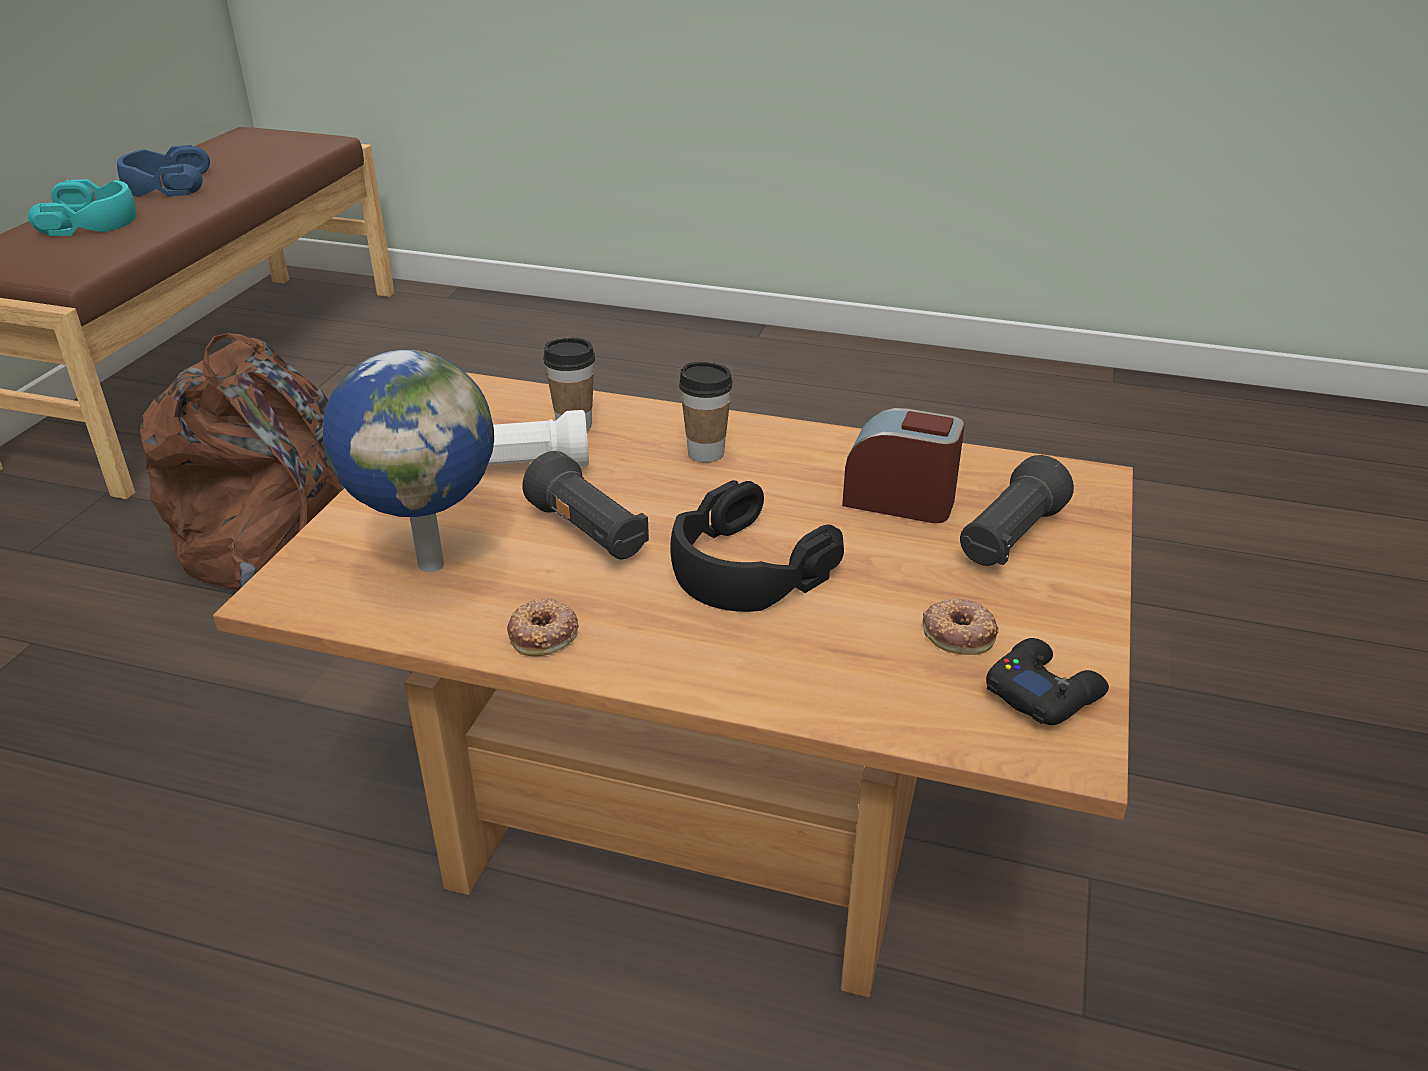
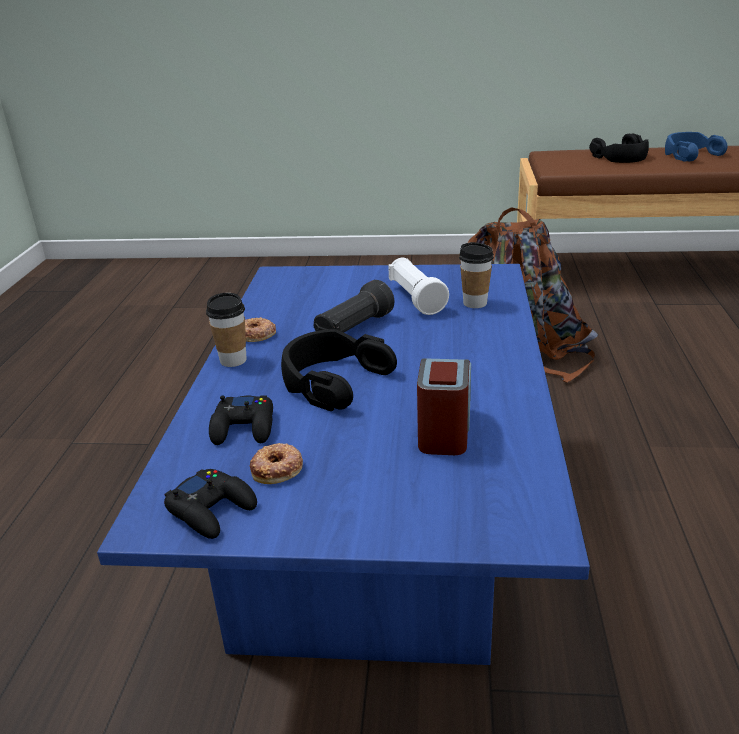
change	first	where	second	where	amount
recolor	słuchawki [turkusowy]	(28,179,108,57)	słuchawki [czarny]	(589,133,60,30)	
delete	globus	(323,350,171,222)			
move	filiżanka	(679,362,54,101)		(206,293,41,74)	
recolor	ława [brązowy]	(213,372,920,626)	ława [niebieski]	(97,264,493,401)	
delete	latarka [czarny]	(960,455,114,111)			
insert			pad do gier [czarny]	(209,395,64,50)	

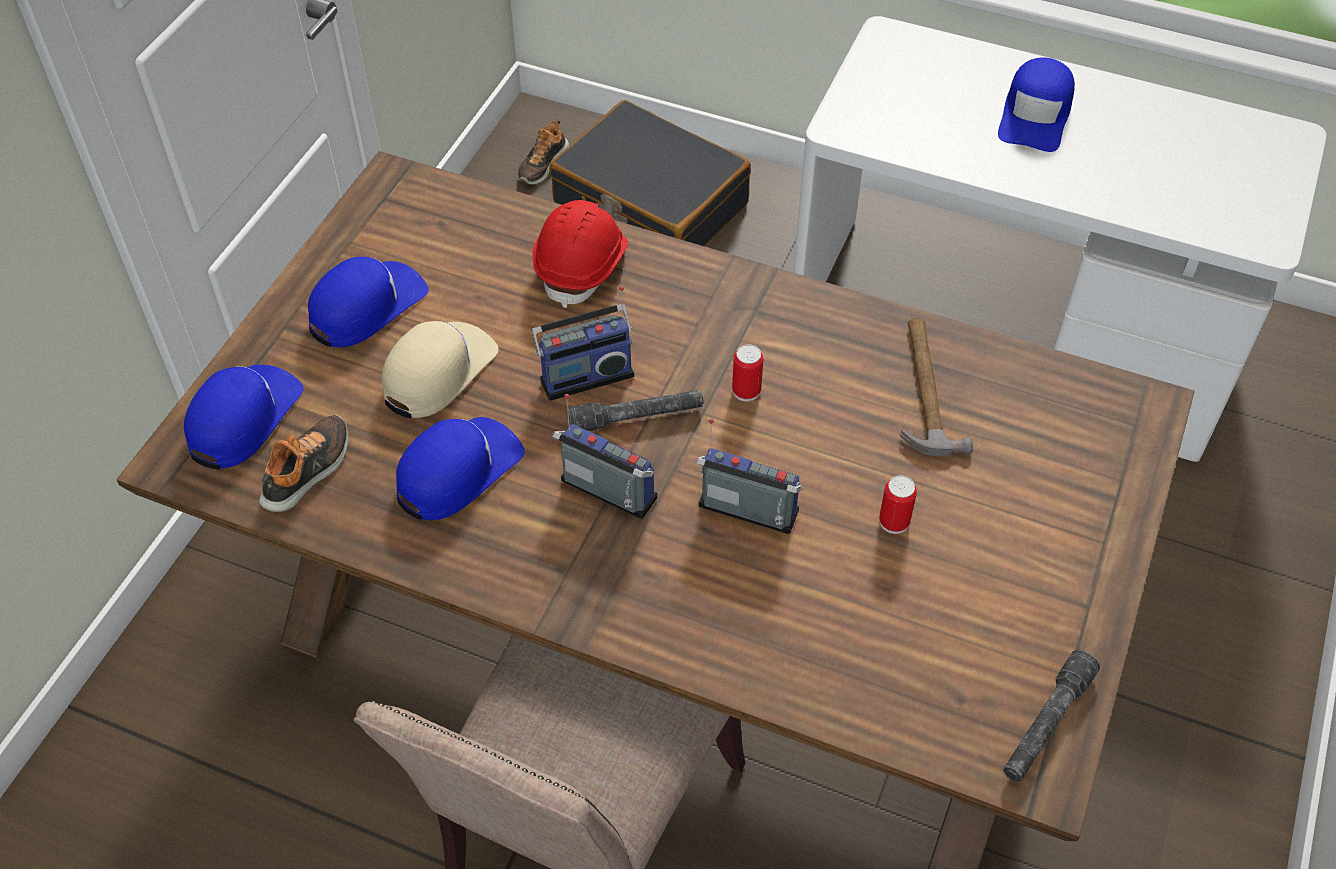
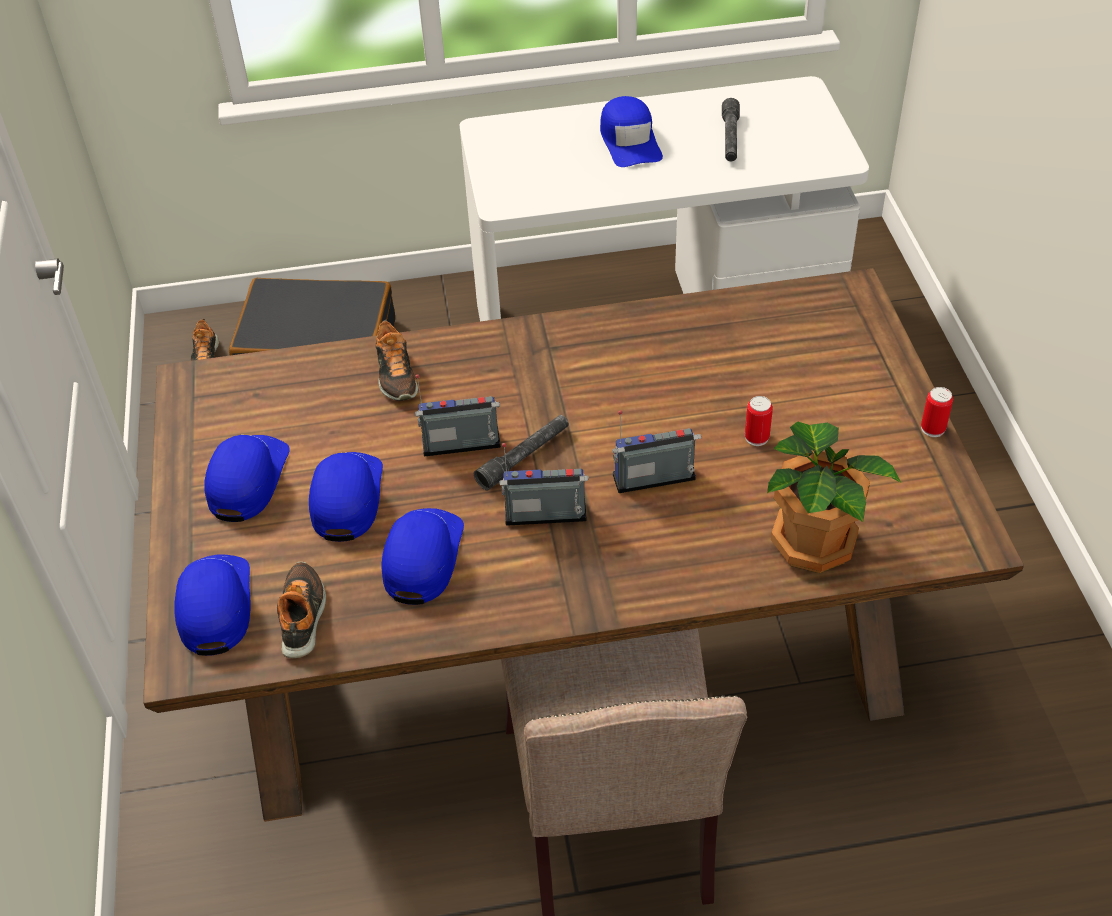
change	first	where	second	where	amount
replace	kask [czerwony]	(532,200,96,108)	but	(375,320,43,81)	
rotate	radio	(532,286,102,115)		(415,374,86,82)	135 degrees counterclockwise
delete	młotek	(900,318,73,138)			
recolor	czapka z daszkiem [beżowy]	(382,321,117,97)	czapka z daszkiem [niebieski]	(309,452,74,90)	
move	puszka	(732,344,31,58)		(921,387,32,50)	
move	latarka [szary]	(1003,650,97,132)		(722,98,18,63)	
insert			roślina doniczkowa	(767,421,134,152)	

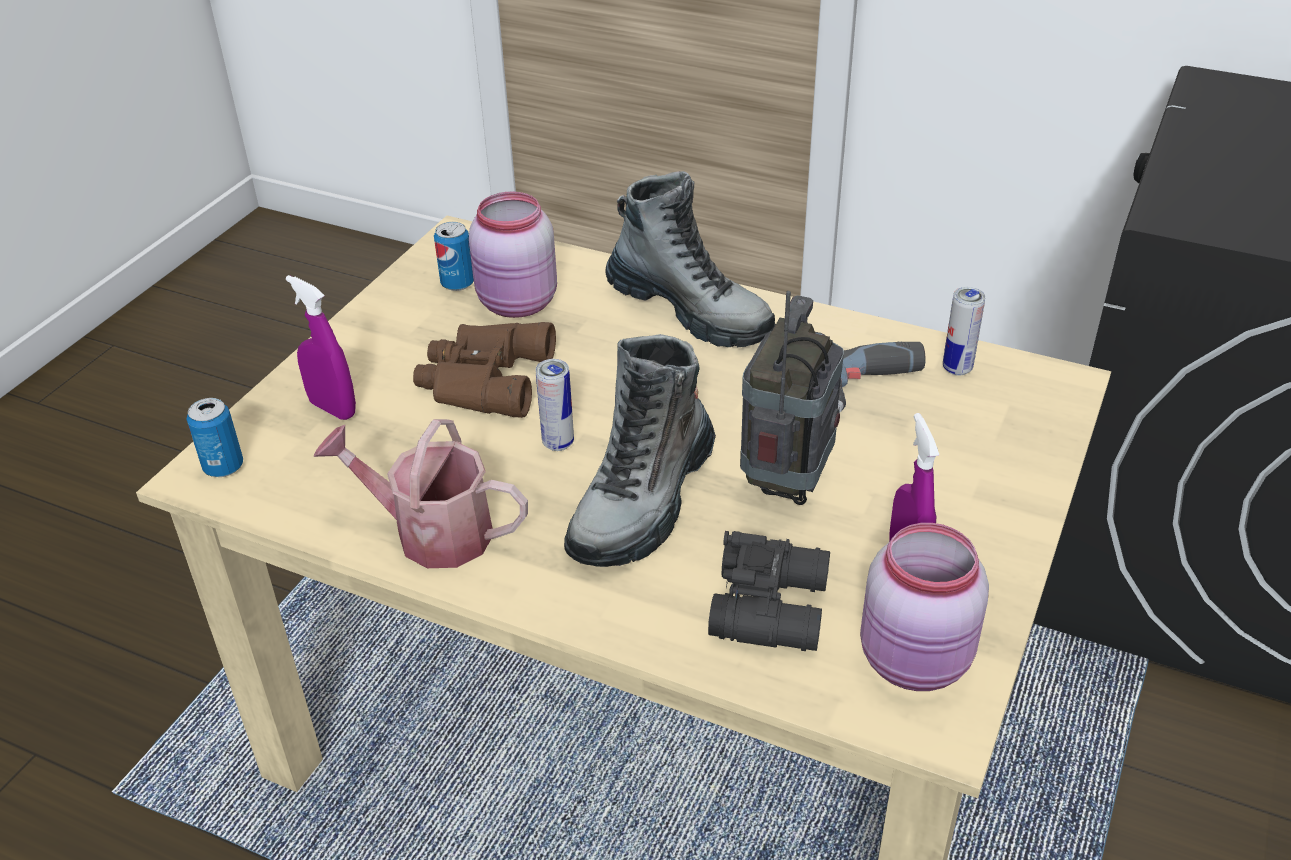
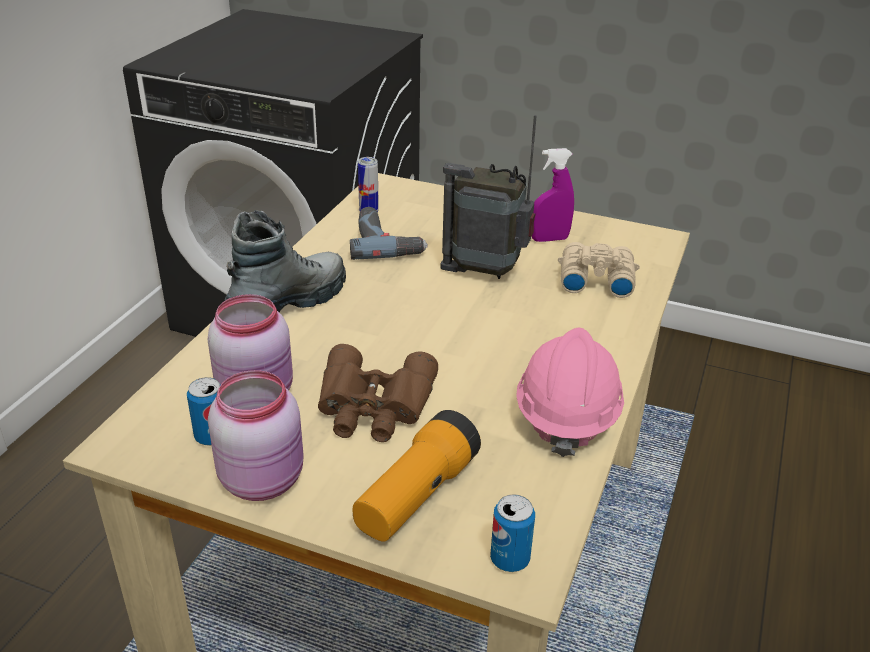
change	first	where	second	where	amount
replace	spryskiwacz [fioletowy]	(286,275,70,145)	latarka	(353,410,128,131)	
delete	but z cholewką	(564,334,152,233)			
delete	puszka	(536,359,38,92)			
replace	konewka	(313,419,215,149)	kask [różowy]	(516,327,108,130)	
move	słoik [różowy]	(860,523,129,168)		(208,370,96,131)	
recolor	lornetka [czarny]	(708,531,122,120)	lornetka [beżowy]	(558,242,82,56)	

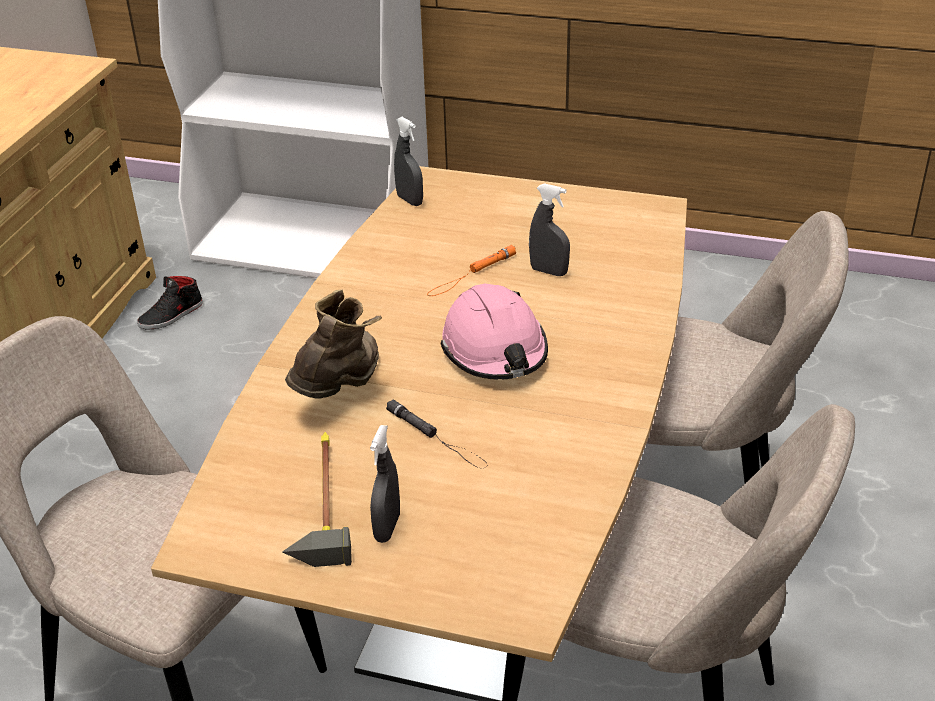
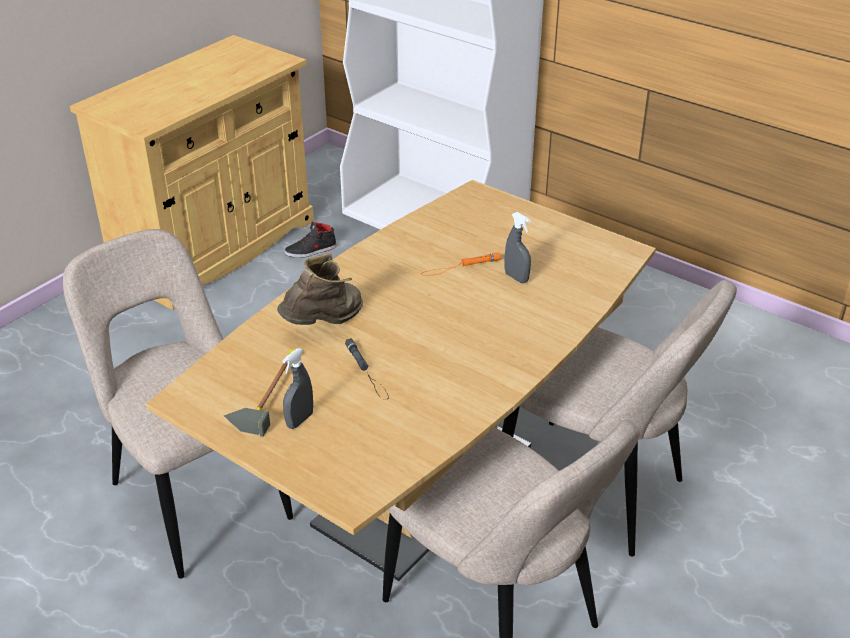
change	first	where	second	where	amount
delete	spryskiwacz [szary]	(394,117,29,89)			
delete	kask [różowy]	(441,284,107,96)			

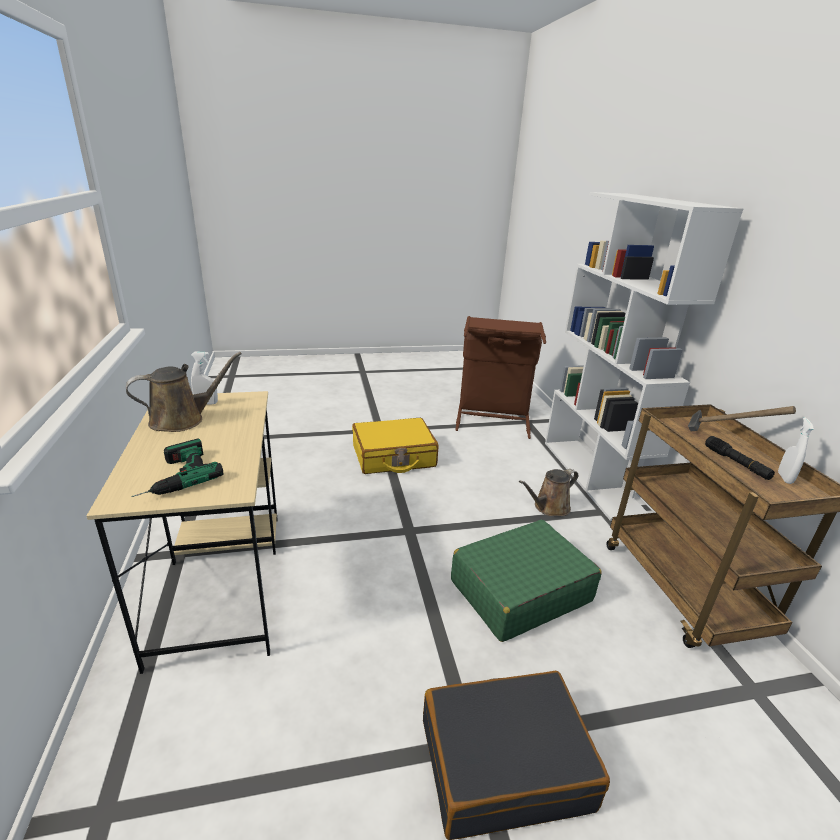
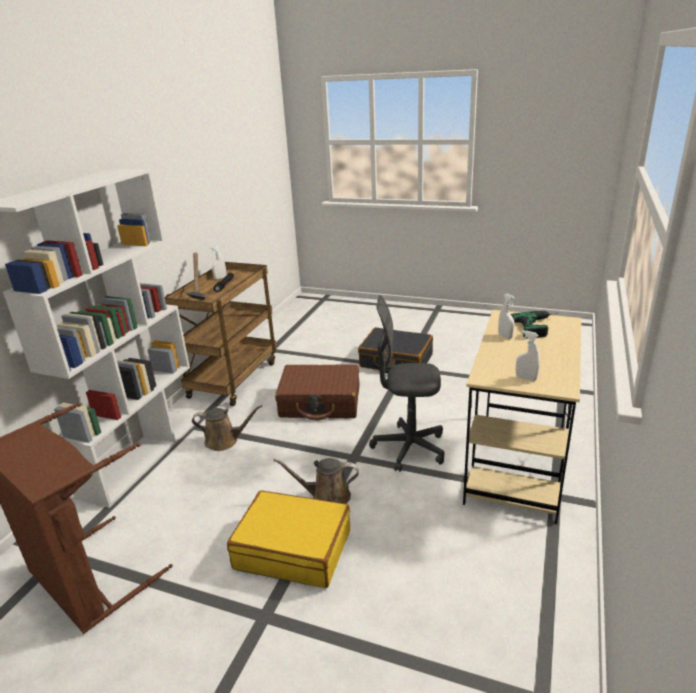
change	first	where	second	where	amount
move	konewka [brązowy]	(126,352,116,80)		(273,458,86,46)	
recolor	walizka [zielony]	(451,520,151,122)	walizka [brązowy]	(275,364,84,57)	
insert			spryskiwacz [biały]	(498,294,17,45)	
insert			krzesło biurowe [szary]	(369,295,76,177)	

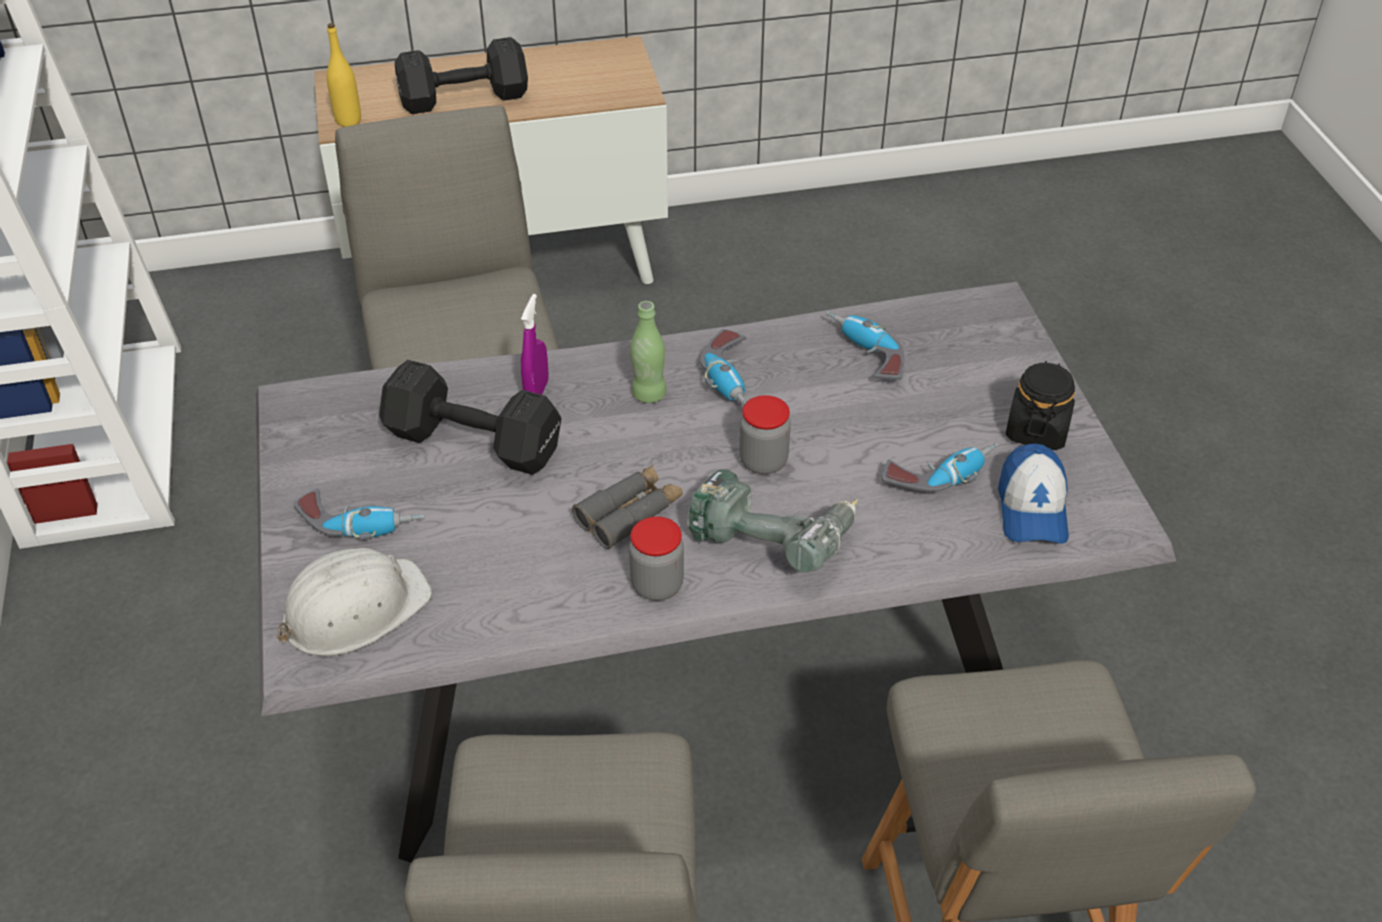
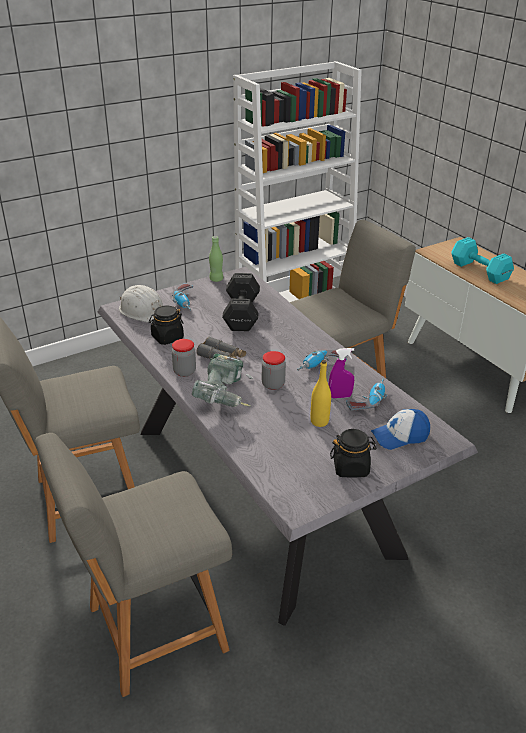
change	first	where	second	where	amount
move	butelka [żółty]	(327,23,34,104)		(311,360,20,67)	
recolor	hantel [czarny]	(395,37,133,77)	hantel [turkusowy]	(451,237,63,47)	
move	spryskiwacz [fioletowy]	(521,294,27,101)		(329,348,25,50)	
move	butelka [zielony]	(630,301,36,102)		(209,236,14,46)	
delete	wiertarka	(882,442,117,50)			
move	czapka z daszkiem	(998,444,71,100)		(371,409,59,41)	
insert			słoik [czarny]	(149,306,35,39)	

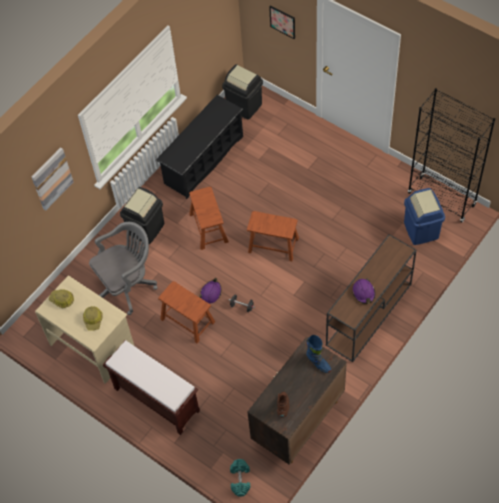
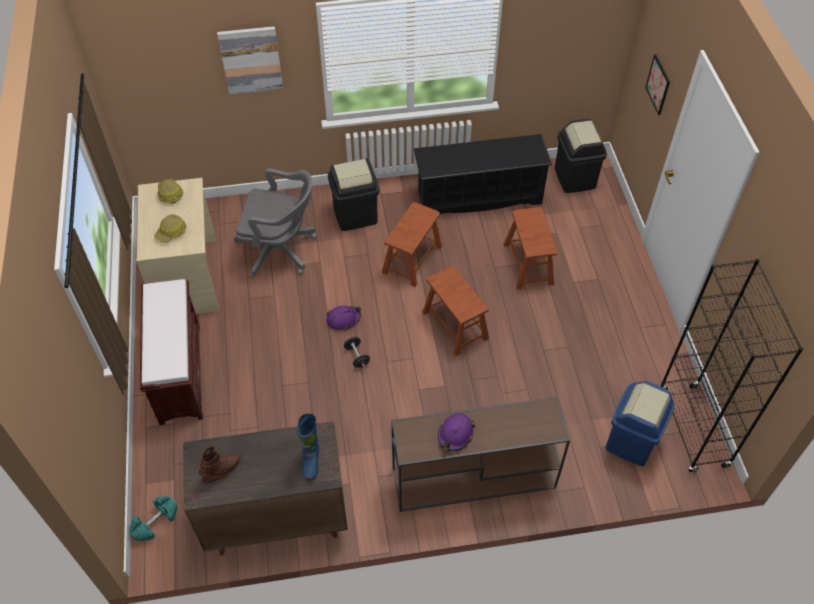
change	first	where	second	where	amount
move	stołek [brązowy]	(158,281,57,62)		(504,207,53,83)	

